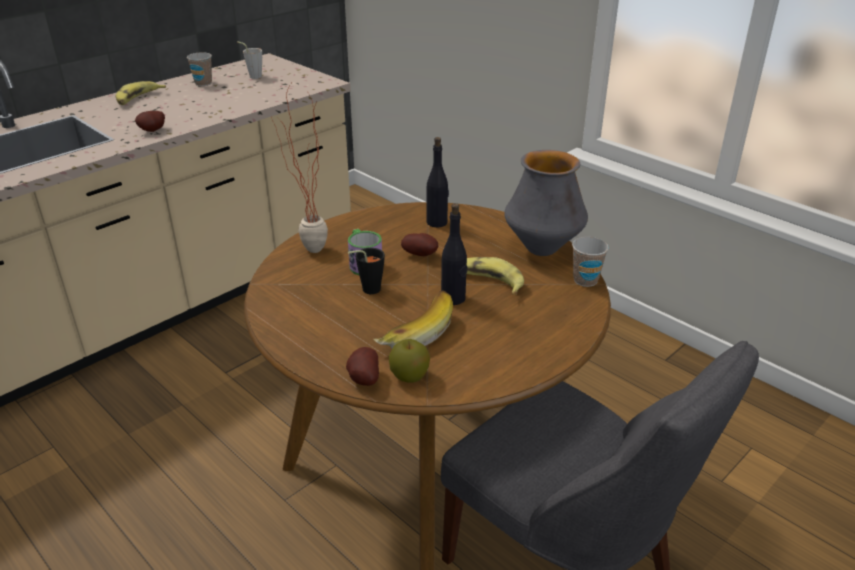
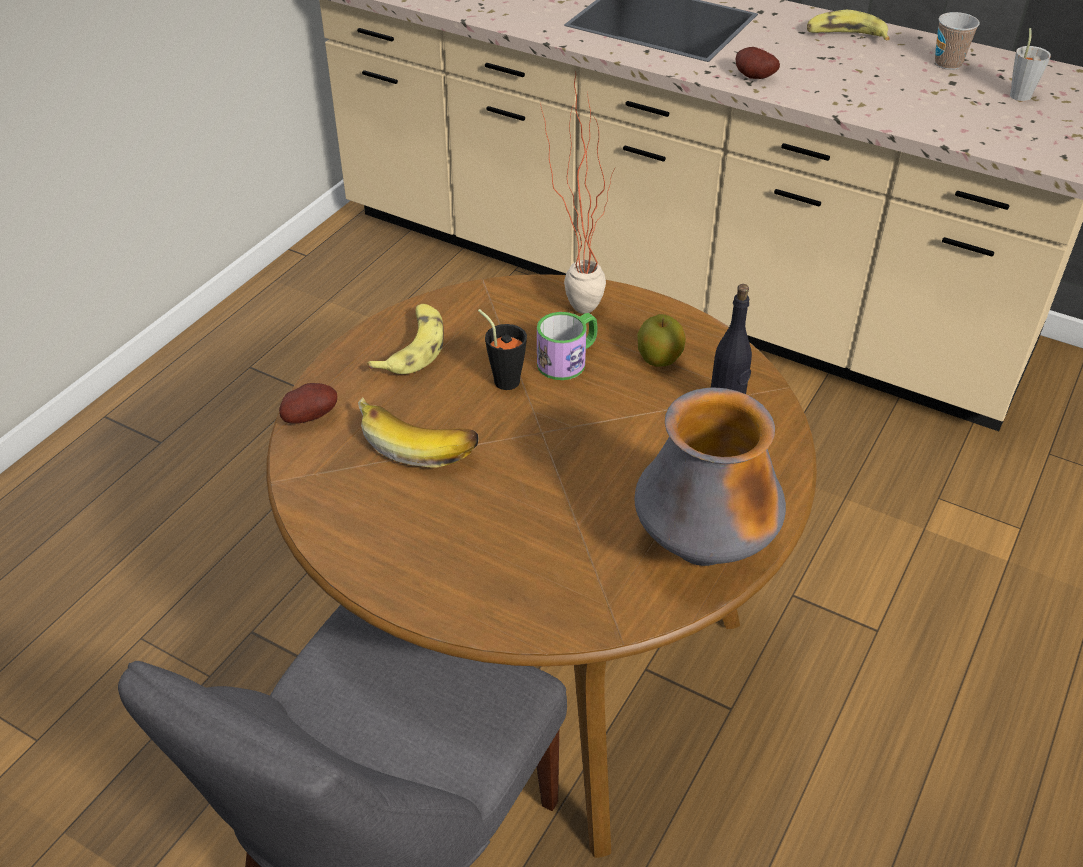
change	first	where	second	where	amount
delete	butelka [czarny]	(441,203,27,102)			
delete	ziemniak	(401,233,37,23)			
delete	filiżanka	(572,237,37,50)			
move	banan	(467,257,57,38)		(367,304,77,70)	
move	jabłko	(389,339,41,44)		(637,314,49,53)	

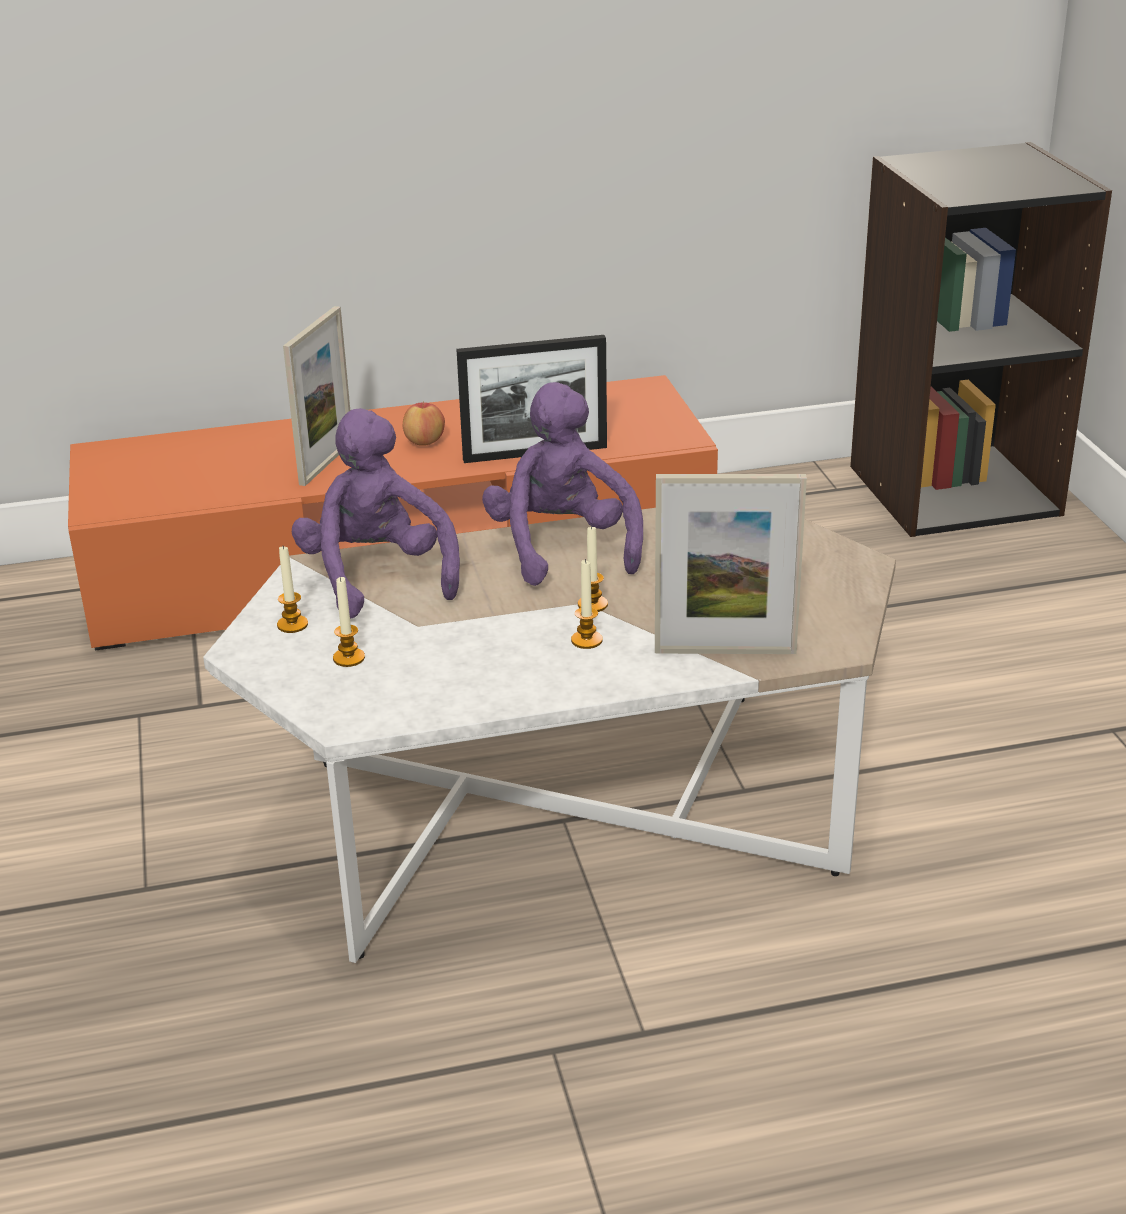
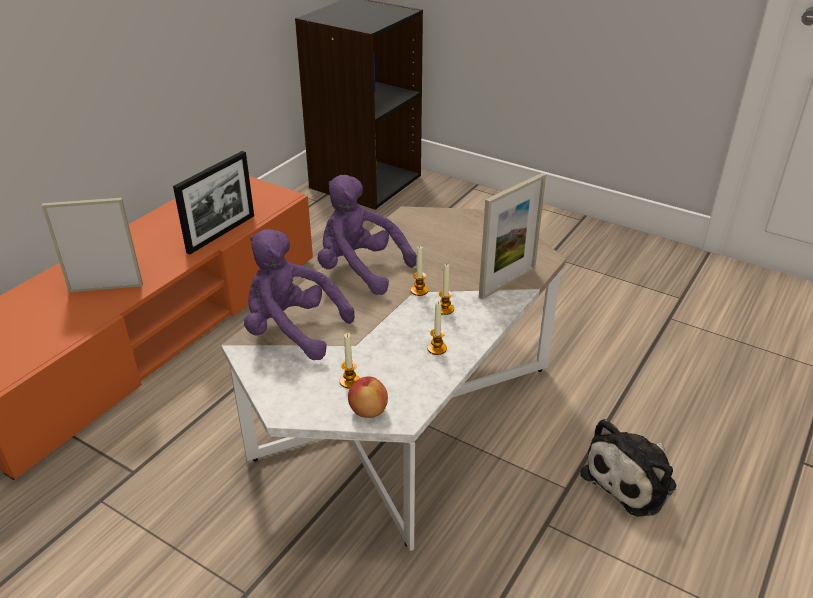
change	first	where	second	where	amount
rotate	ramka na zdjęcie	(283,306,67,180)		(42,198,101,95)	75 degrees counterclockwise
move	jabłko	(403,401,42,45)		(348,377,40,41)	
move	świeca	(277,546,31,87)		(427,301,20,54)	
insert			pluszak	(580,419,96,98)	

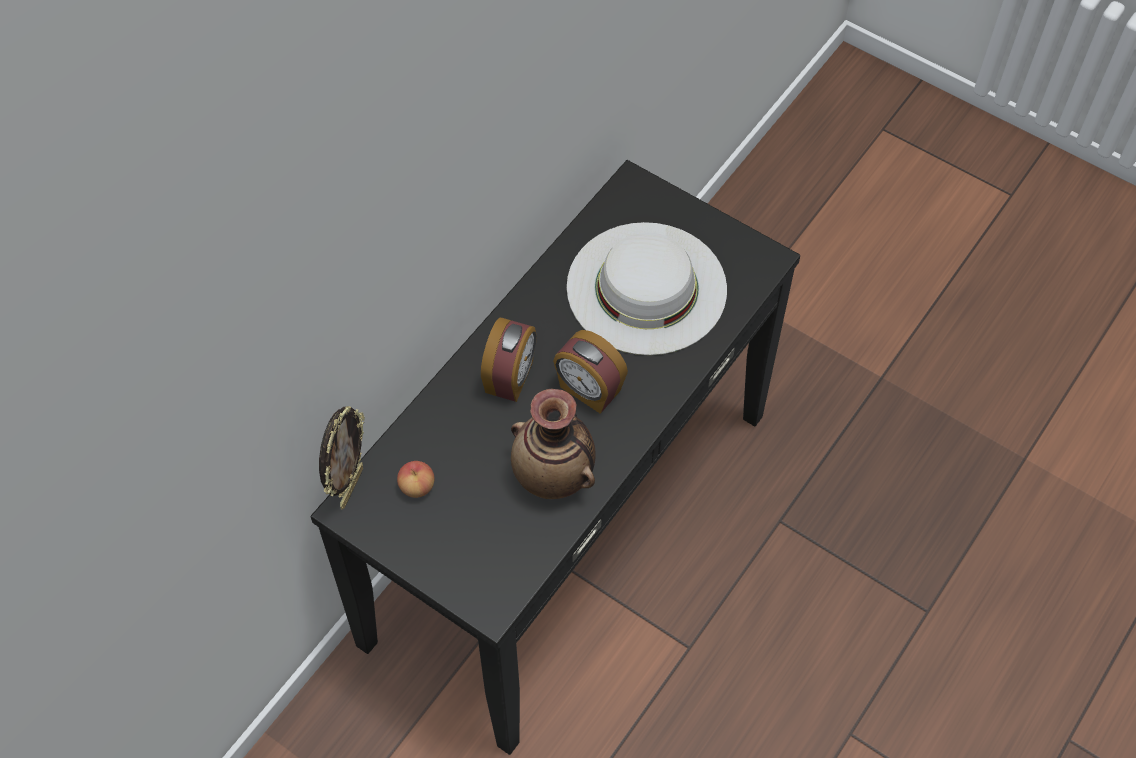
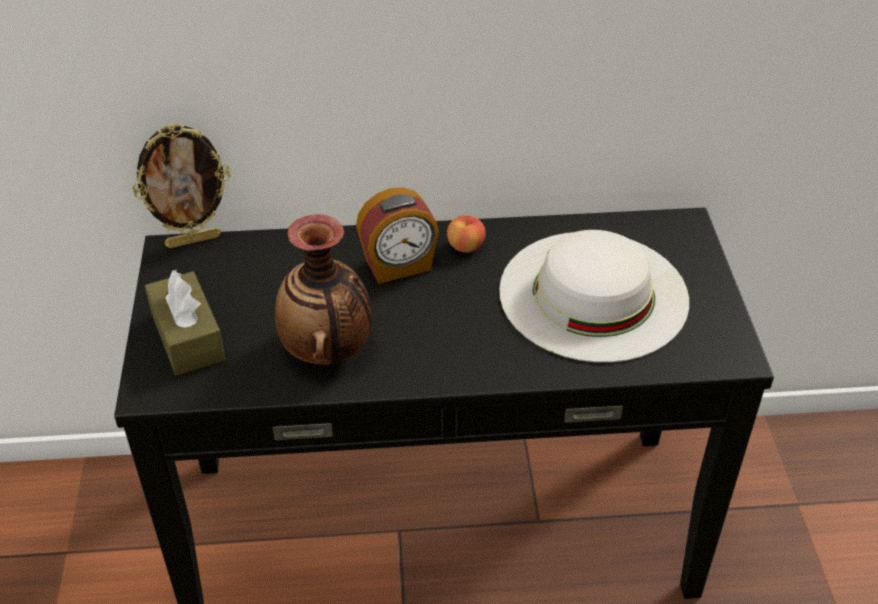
change	first	where	second	where	amount
delete	budzik	(553,330,75,84)			
move	jabłko	(397,461,37,37)		(447,215,39,38)	
insert			pudełko chusteczek [brązowy]	(145,270,80,105)	

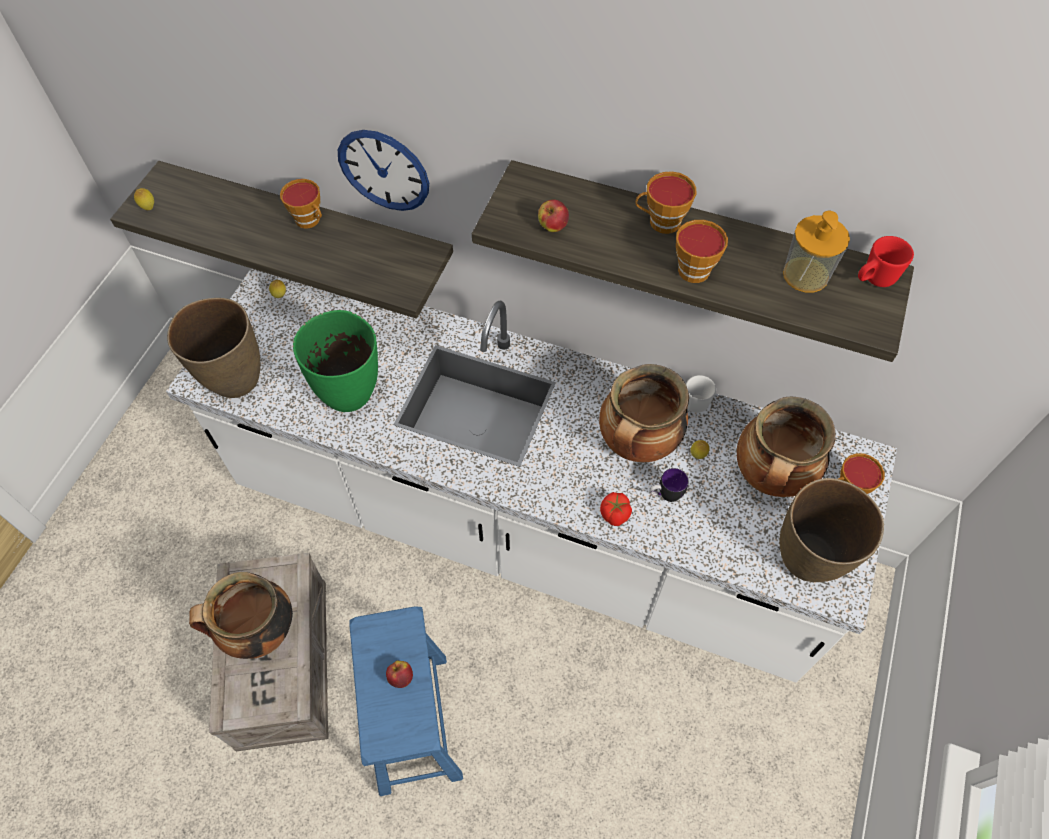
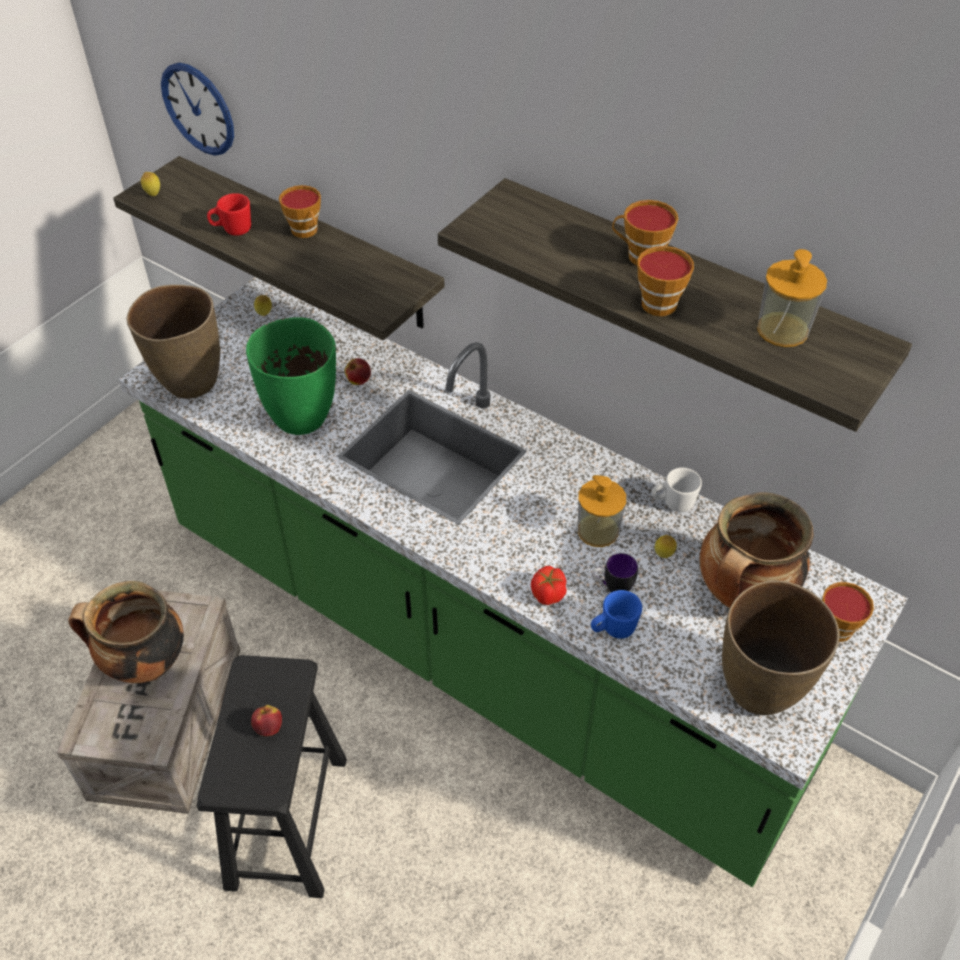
change	first	where	second	where	amount
move	zegar ścienny	(338,130,91,81)		(161,63,73,93)	
move	jabłko	(538,200,31,32)		(345,358,26,27)	
move	kubek [czerwony]	(858,236,56,51)		(207,193,44,43)	
recolor	zabudowa kuchenna [biały]	(166,268,731,415)	zabudowa kuchenna [zielony]	(119,277,789,610)	
replace	garnek	(599,364,90,98)	dozownik mydła	(578,475,48,72)	
recolor	stołek [niebieski]	(350,606,113,190)	stołek [czarny]	(197,655,150,243)	
insert			kubek [niebieski]	(591,590,51,49)	

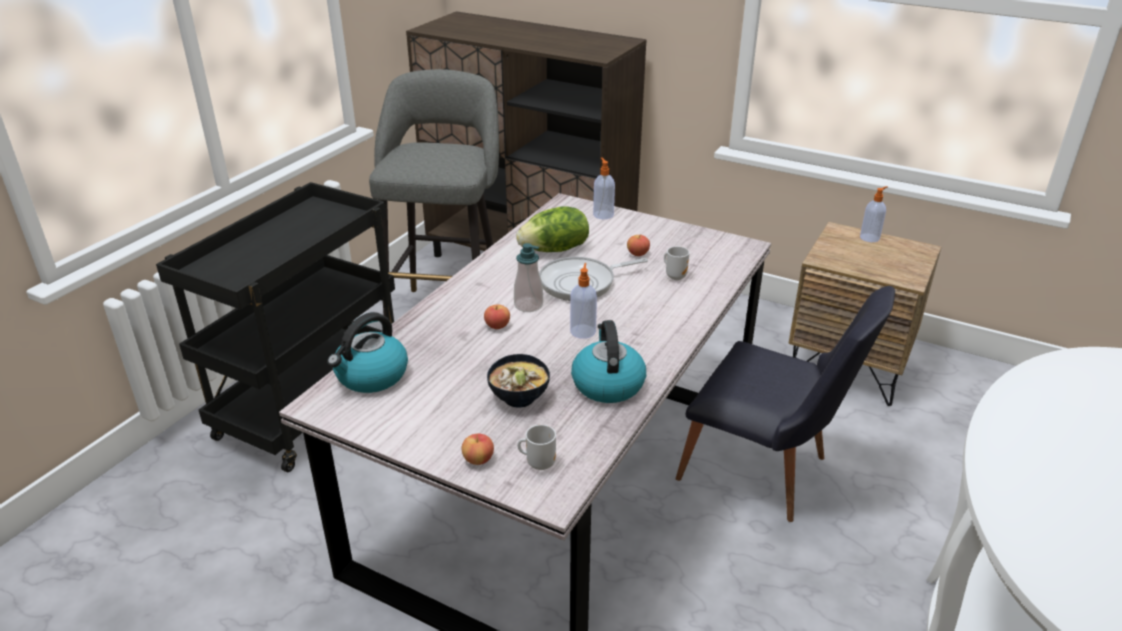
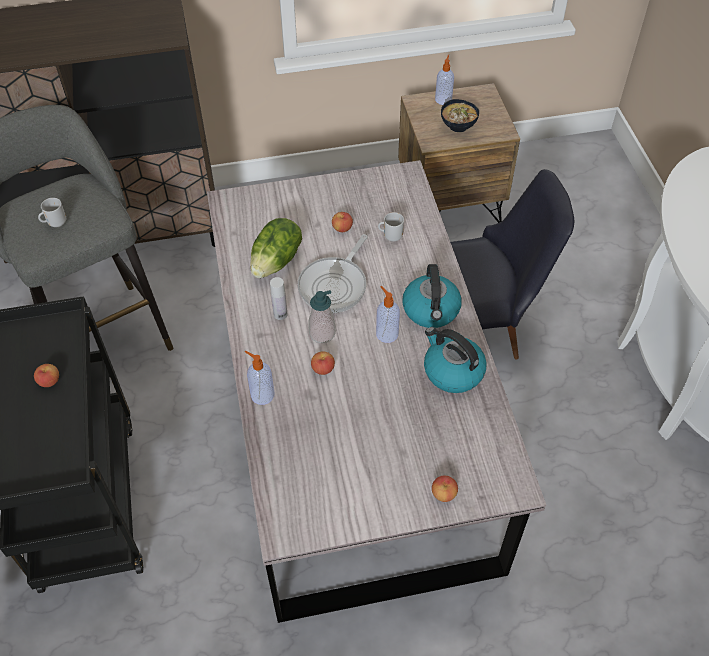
change	first	where	second	where	amount
move	dozownik mydła	(593,157,22,62)		(245,351,29,54)	
move	czajnik	(327,312,81,81)		(402,264,60,64)	
move	miska	(487,354,63,54)		(441,99,38,33)	
move	kubek	(517,425,39,45)		(38,198,28,29)	
insert			butelka [biały]	(270,277,18,43)	
insert			jabłko	(34,364,25,23)	

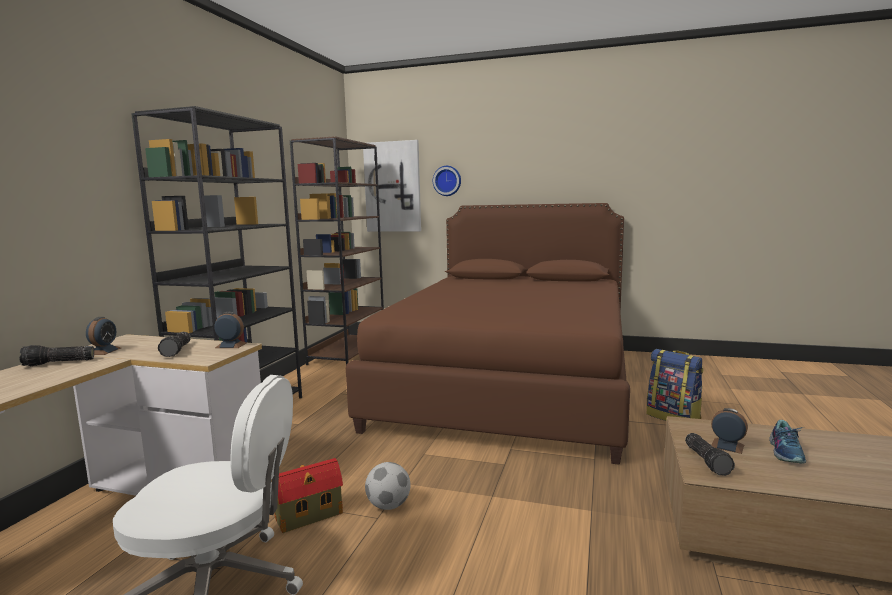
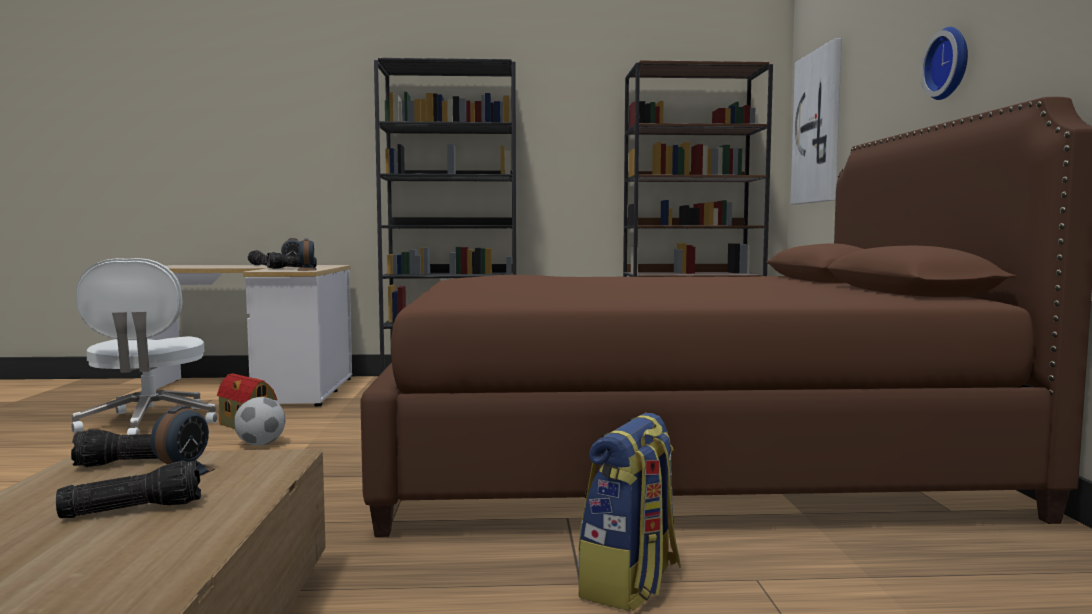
change	first	where	second	where	amount
move	zegar ścienny	(433,166,28,30)		(920,27,48,73)	
replace	but	(769,420,37,44)	latarka	(56,460,145,58)	

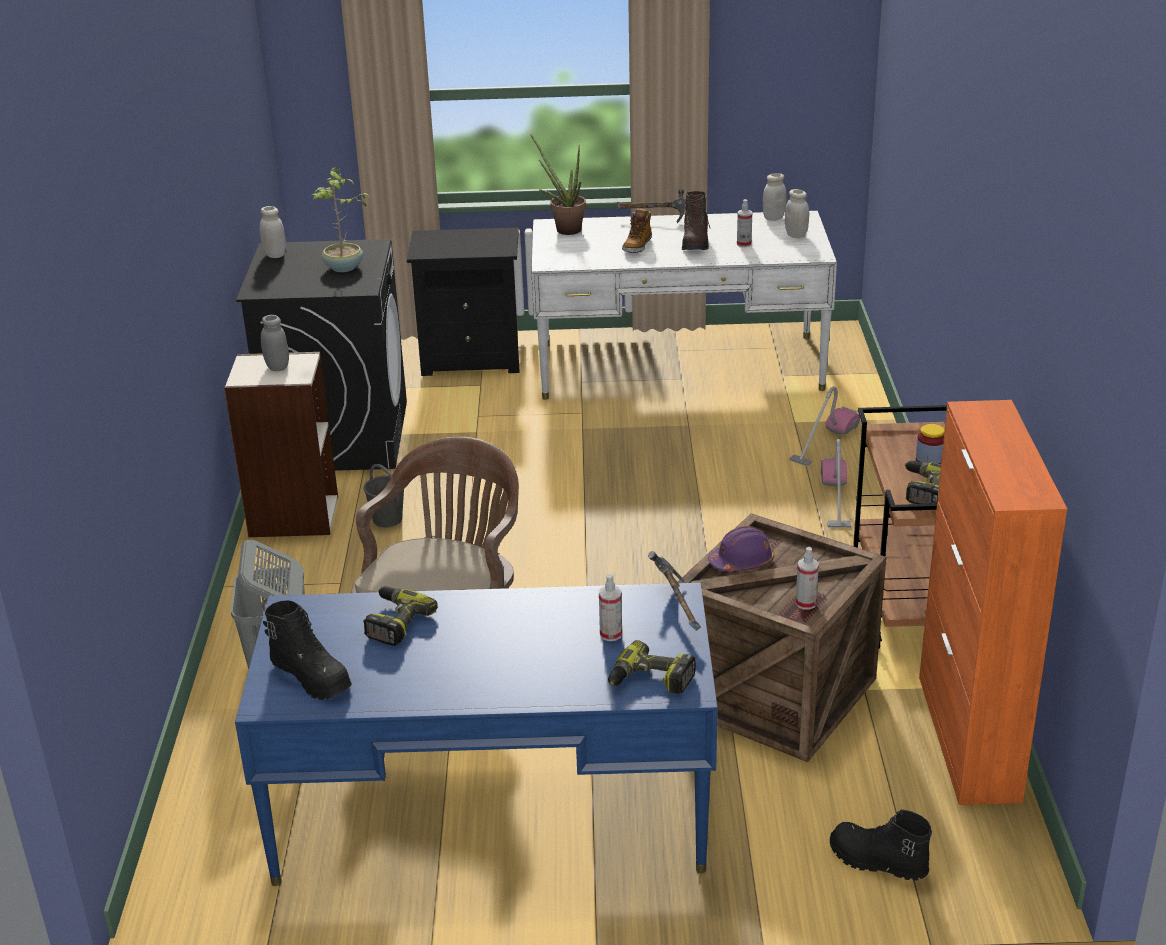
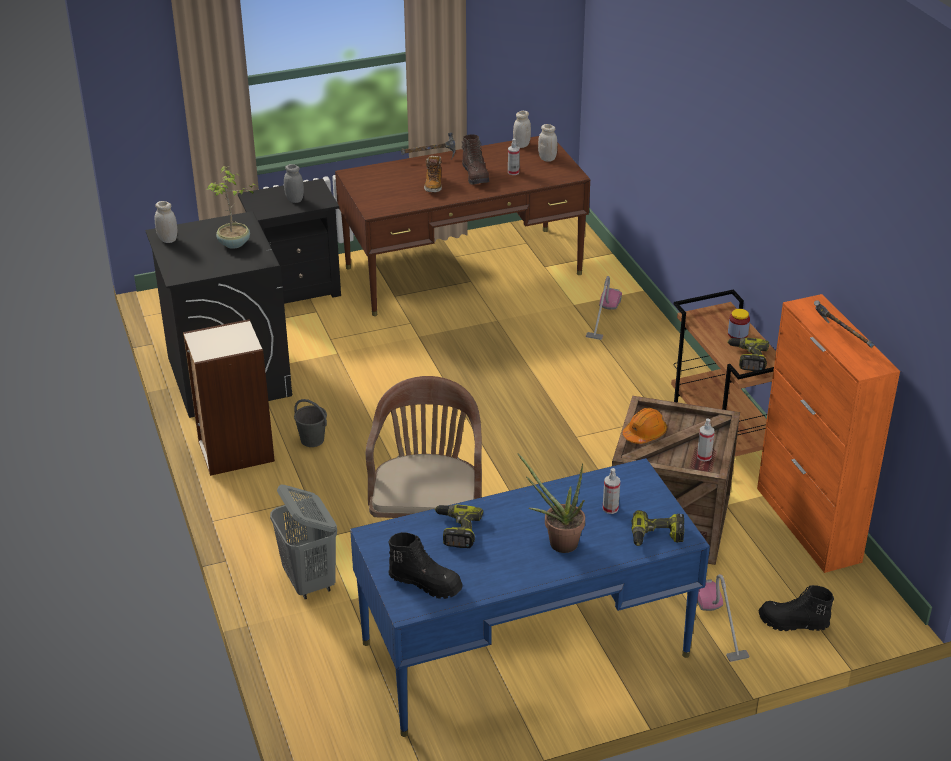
change	first	where	second	where	amount
move	roślina doniczkowa	(530,134,56,101)		(518,454,67,99)	
recolor	biurko [biały]	(531,211,306,189)	biurko [brązowy]	(335,136,255,180)	
move	słoik [szary]	(261,315,28,56)		(284,164,20,39)	
move	odkurzacz	(821,439,30,89)		(697,574,52,88)	
recolor	kask [fioletowy]	(708,526,66,46)	kask [pomarańczowy]	(623,408,44,36)	
move	młotek	(648,551,53,80)		(814,300,60,48)	

